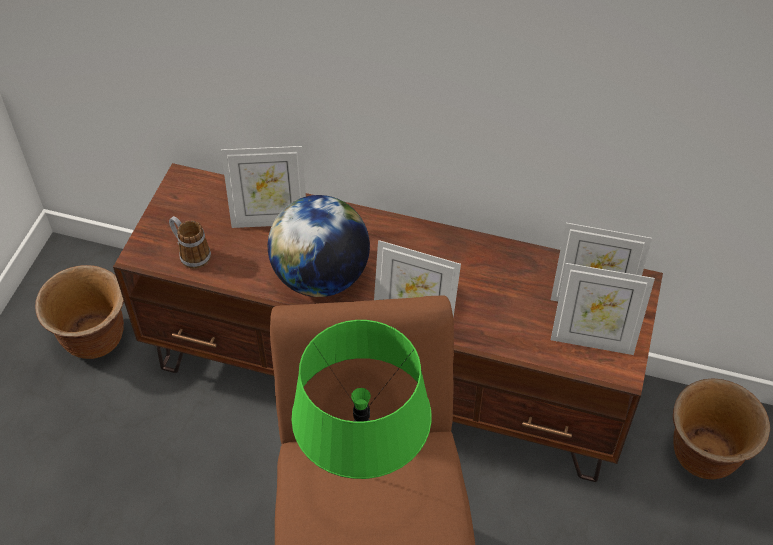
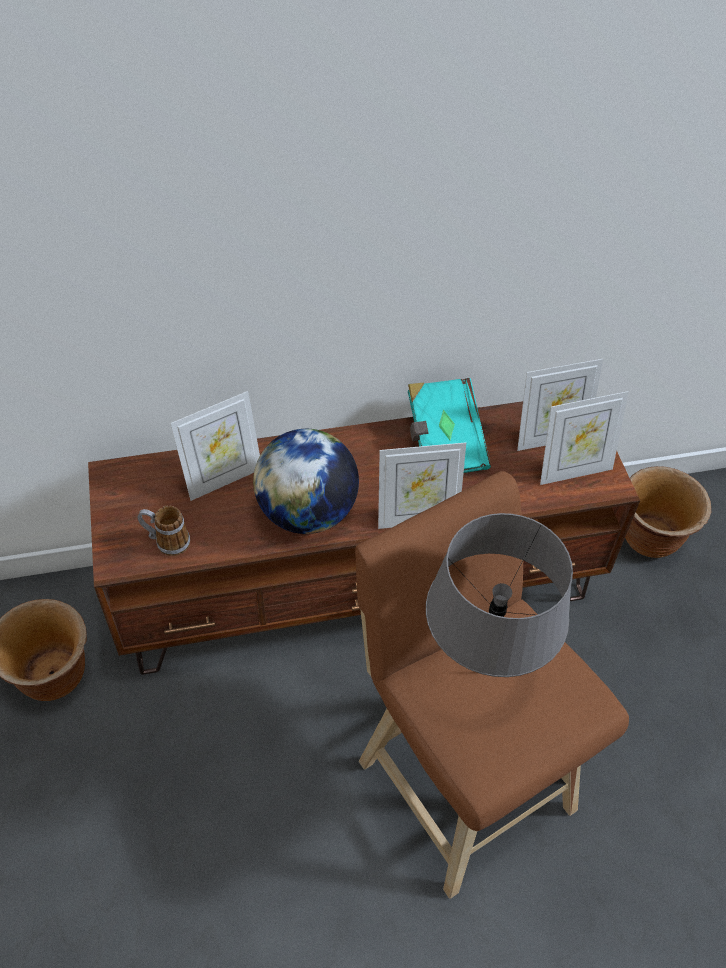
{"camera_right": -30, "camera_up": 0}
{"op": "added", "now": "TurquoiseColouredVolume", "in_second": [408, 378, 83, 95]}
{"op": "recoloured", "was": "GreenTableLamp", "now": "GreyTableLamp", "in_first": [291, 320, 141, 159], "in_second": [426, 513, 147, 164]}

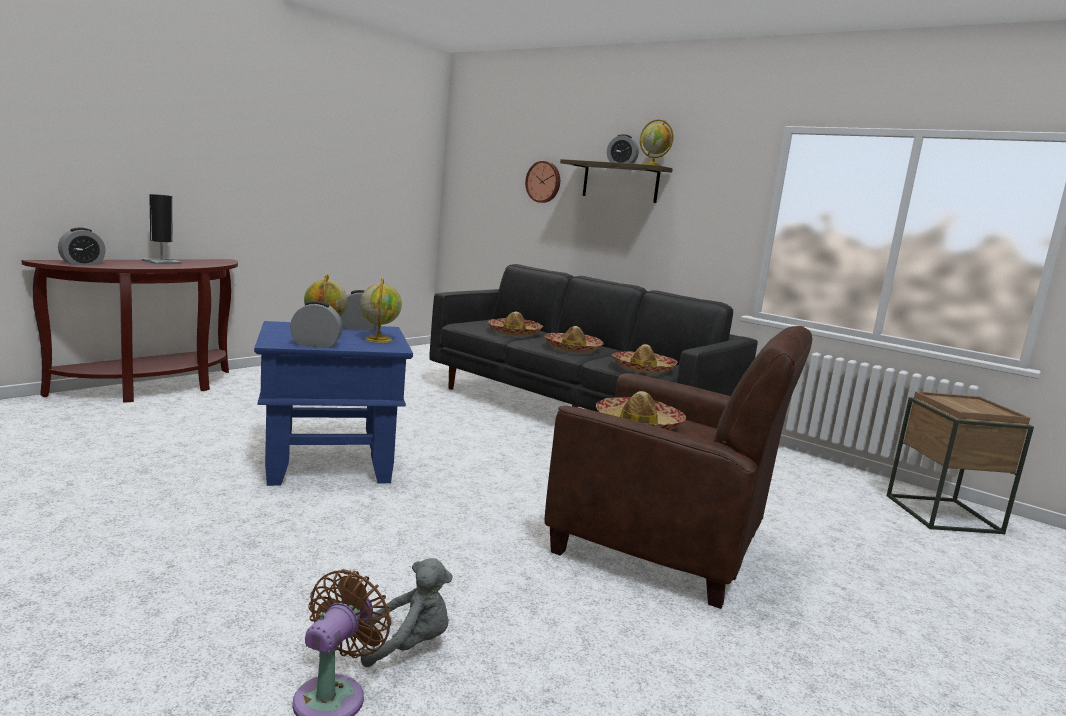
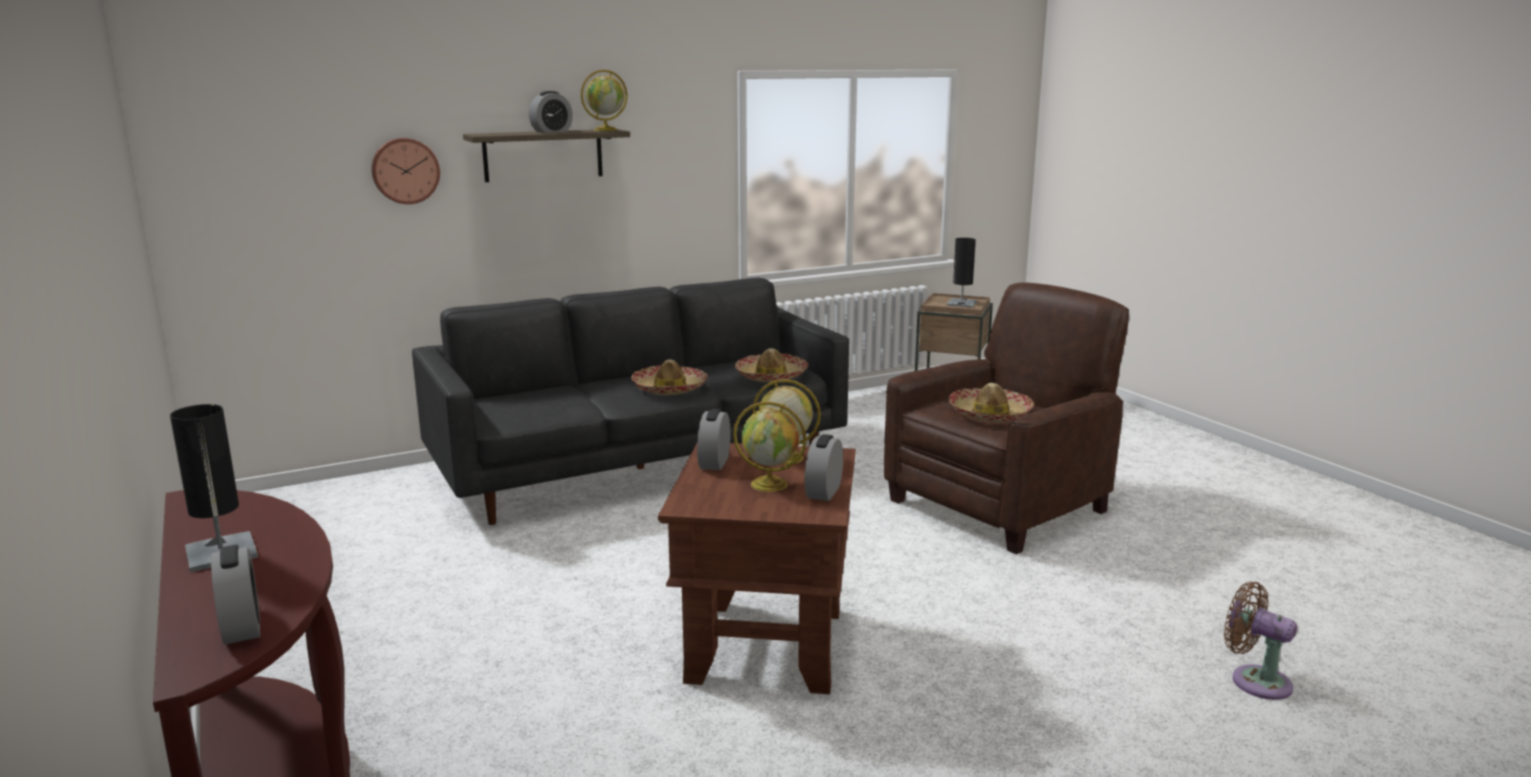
{"camera_right": -65, "camera_up": 5}
{"op": "recoloured", "was": "BluishAccentTable", "now": "BrownishAccentTable", "in_first": [254, 321, 159, 165], "in_second": [658, 443, 198, 251]}
{"op": "added", "now": "BlackTableLamp", "in_second": [946, 238, 31, 70]}
{"op": "removed", "was": "GreySoftToy", "in_first": [361, 558, 91, 109]}
{"op": "removed", "was": "Hat", "in_first": [488, 312, 55, 24]}

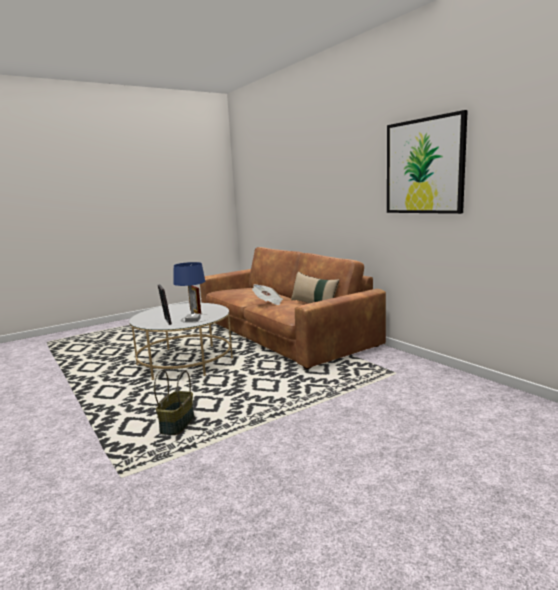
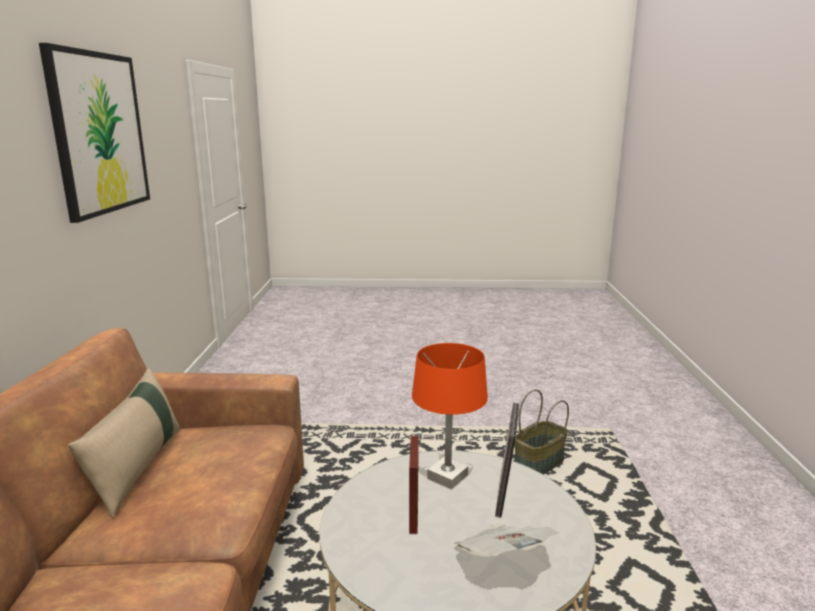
{"camera_right": -145, "camera_up": 5}
{"op": "recoloured", "was": "BluishTableLamp", "now": "OrangeColouredTableLamp", "in_first": [173, 262, 32, 60], "in_second": [412, 343, 76, 146]}
{"op": "moved", "was": "PrintedPaper", "in_first": [252, 284, 31, 21], "in_second": [455, 524, 105, 33]}

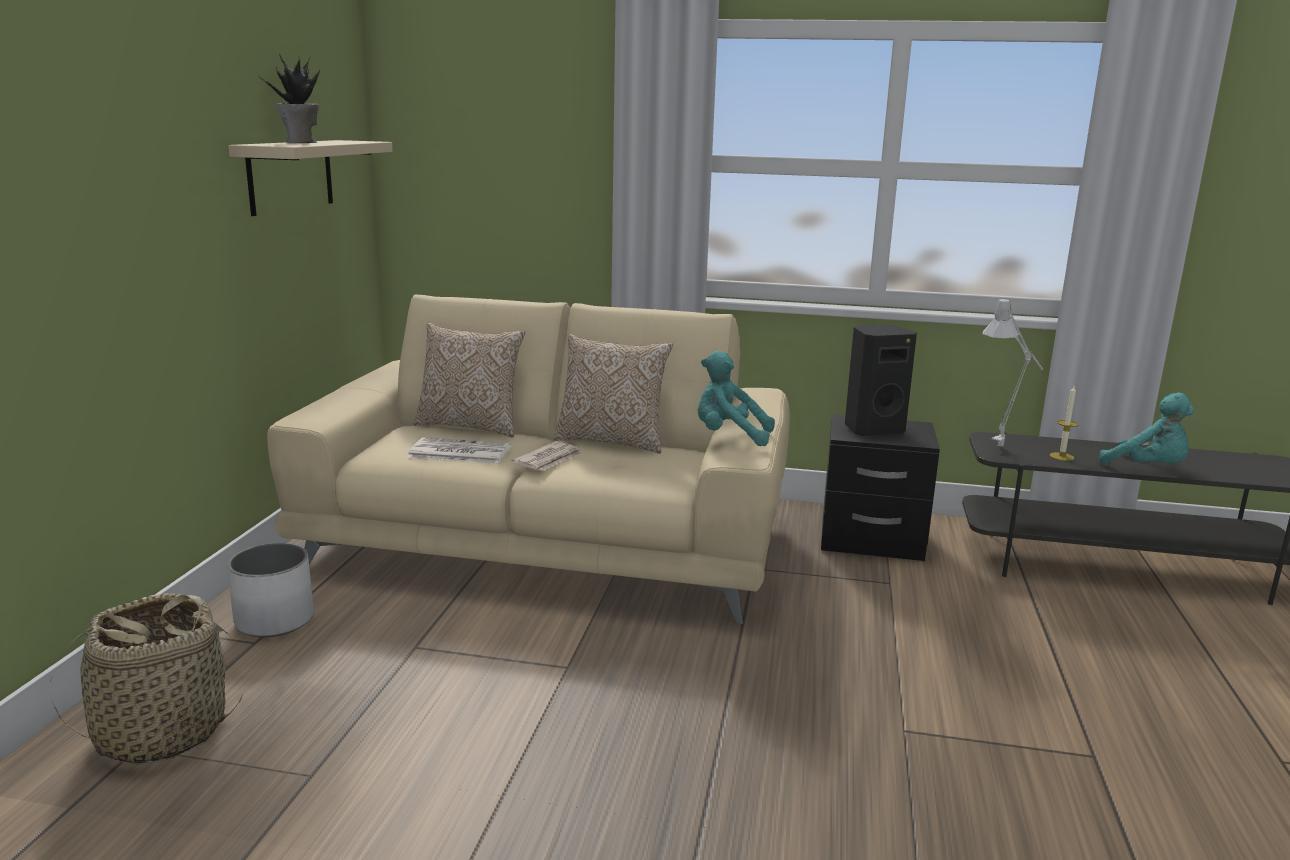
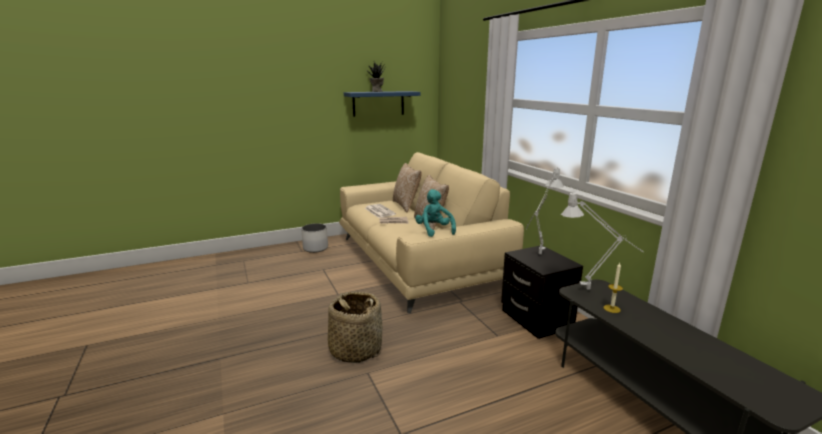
{"camera_right": 55, "camera_up": 0}
{"op": "moved", "was": "StorageBasket", "in_first": [50, 593, 194, 172], "in_second": [328, 291, 54, 72]}
{"op": "recoloured", "was": "BeigeColouredWallShelf", "now": "BluishWallShelf", "in_first": [228, 140, 165, 76], "in_second": [344, 91, 77, 26]}
{"op": "replaced", "was": "BlackSpeaker", "now": "GreyTableLamp", "in_first": [845, 324, 72, 112], "in_second": [526, 168, 38, 86]}
{"op": "removed", "was": "TurquoiseColouredSoftToy", "in_first": [1099, 393, 95, 72]}

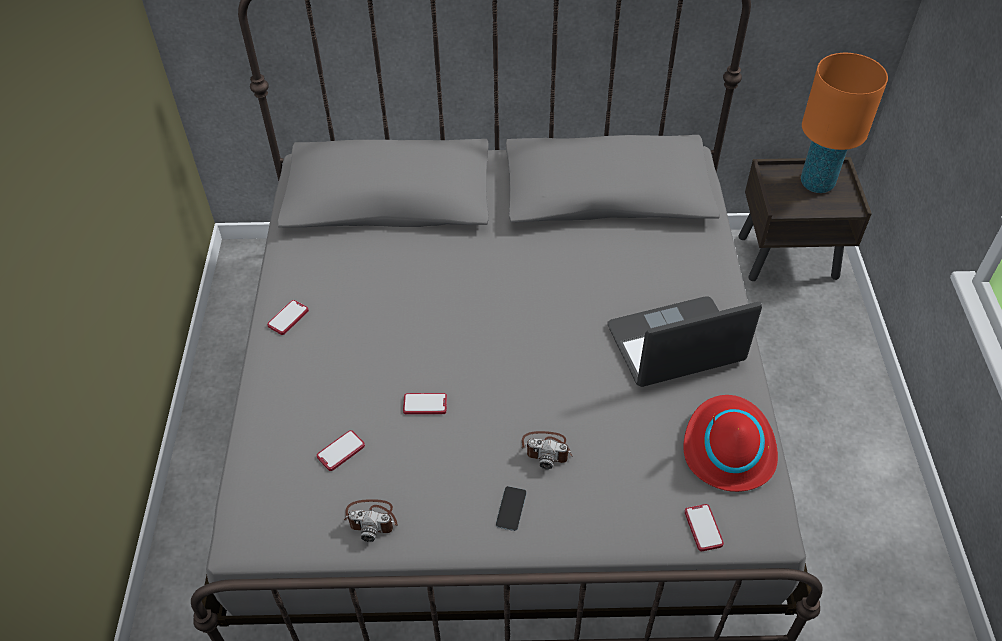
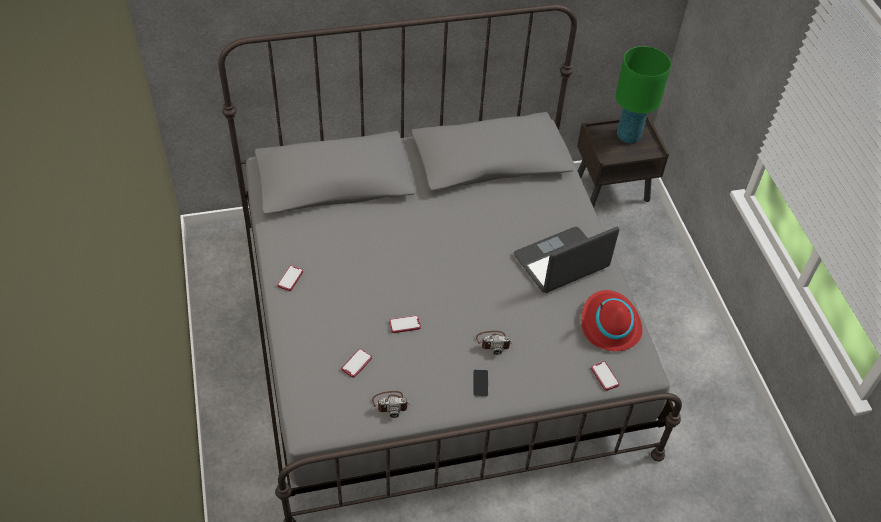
{"camera_right": -15, "camera_up": 0}
{"op": "recoloured", "was": "OrangeColouredTableLamp", "now": "GreenTableLamp", "in_first": [801, 53, 87, 140], "in_second": [615, 46, 56, 97]}

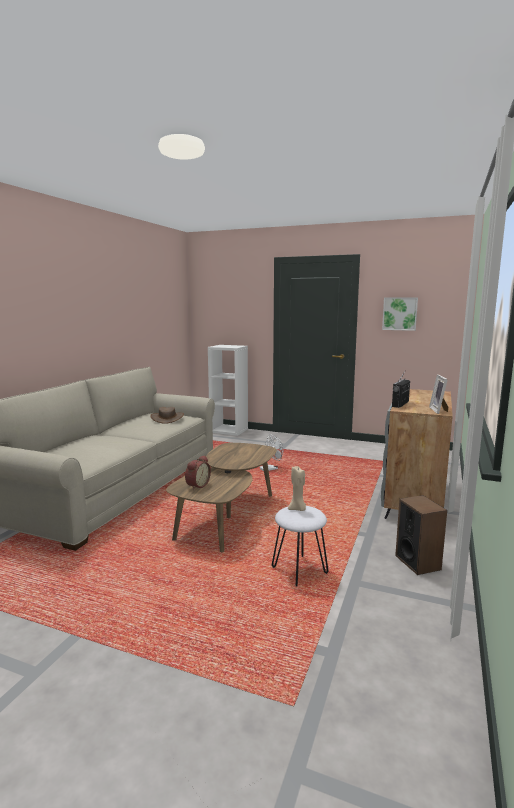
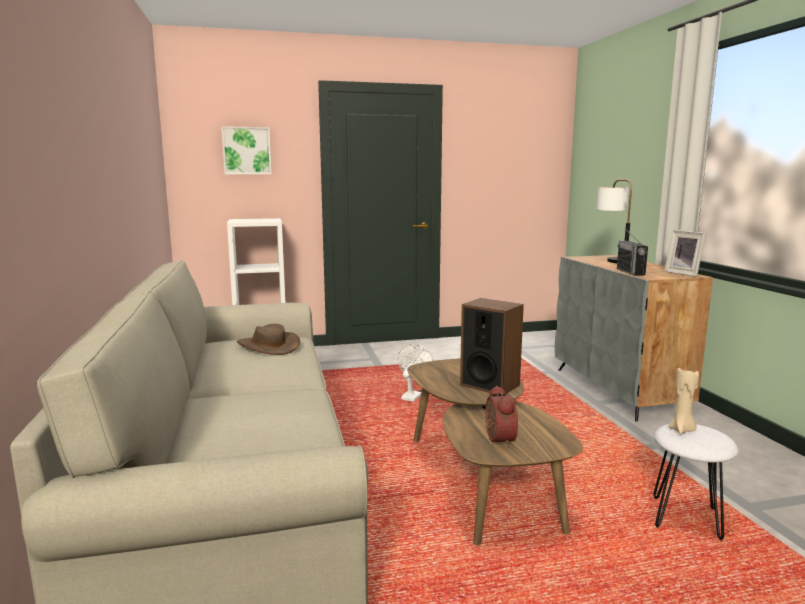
{"camera_right": -35, "camera_up": 0}
{"op": "moved", "was": "Picture", "in_first": [382, 297, 36, 34], "in_second": [221, 126, 51, 48]}
{"op": "moved", "was": "Speaker", "in_first": [395, 495, 52, 80], "in_second": [460, 298, 64, 96]}
{"op": "added", "now": "TableLamp", "in_second": [596, 179, 36, 84]}

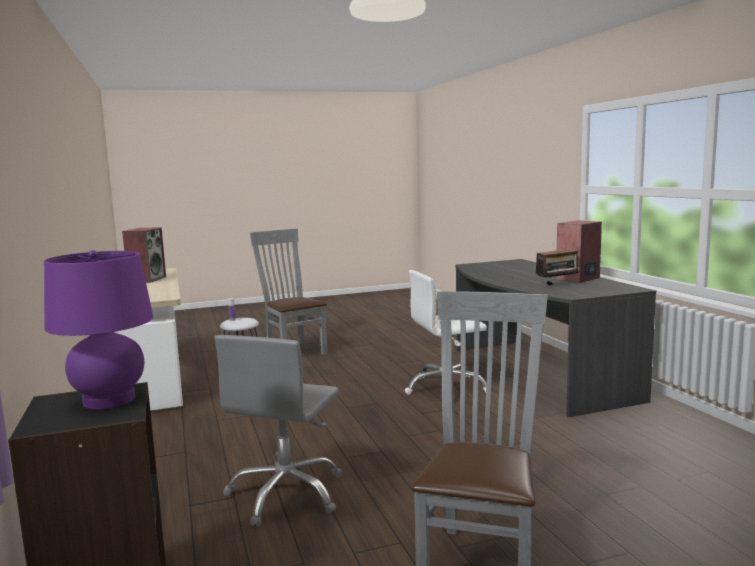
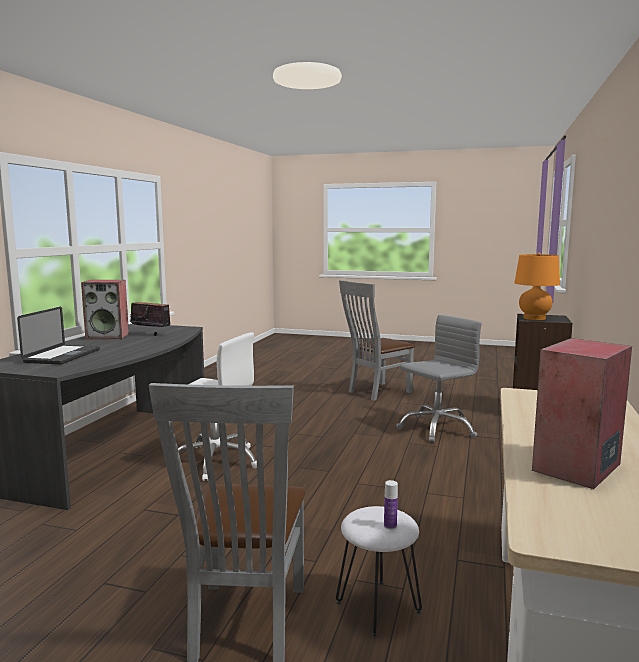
{"camera_right": -145, "camera_up": 0}
{"op": "added", "now": "PortableComputer", "in_second": [17, 307, 83, 58]}
{"op": "recoloured", "was": "PurpleColouredTableLamp", "now": "OrangeColouredTableLamp", "in_first": [44, 250, 109, 159], "in_second": [514, 252, 46, 68]}

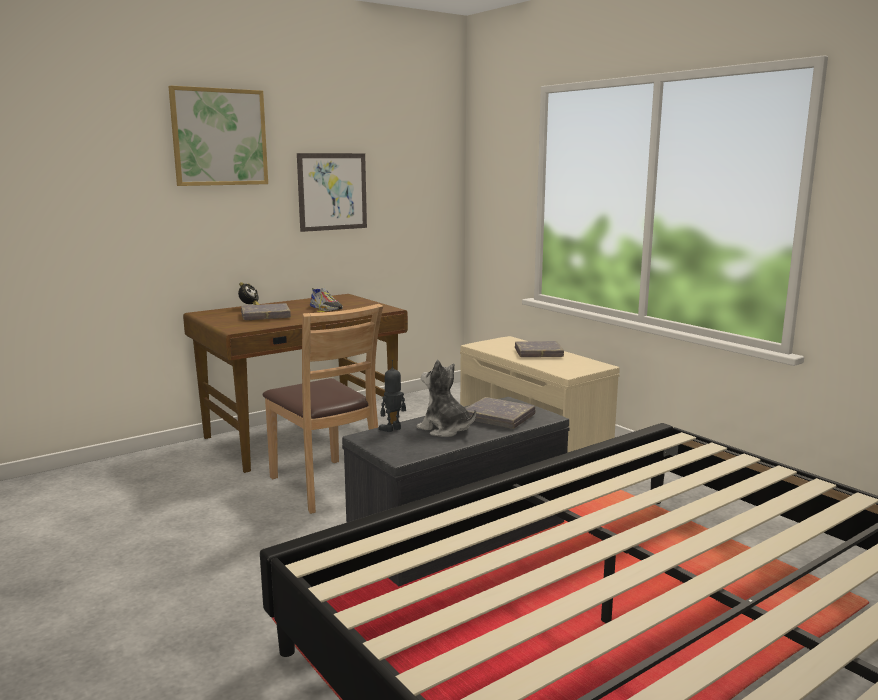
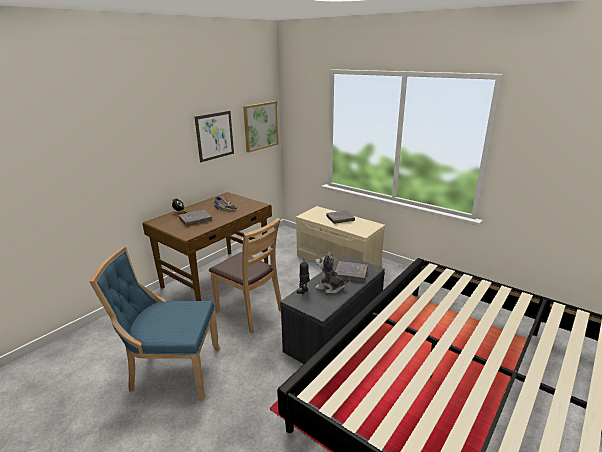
{"camera_right": -15, "camera_up": 10}
{"op": "added", "now": "BluishChair", "in_second": [89, 247, 131, 153]}
{"op": "moved", "was": "Picture", "in_first": [168, 86, 100, 100], "in_second": [243, 101, 35, 52]}

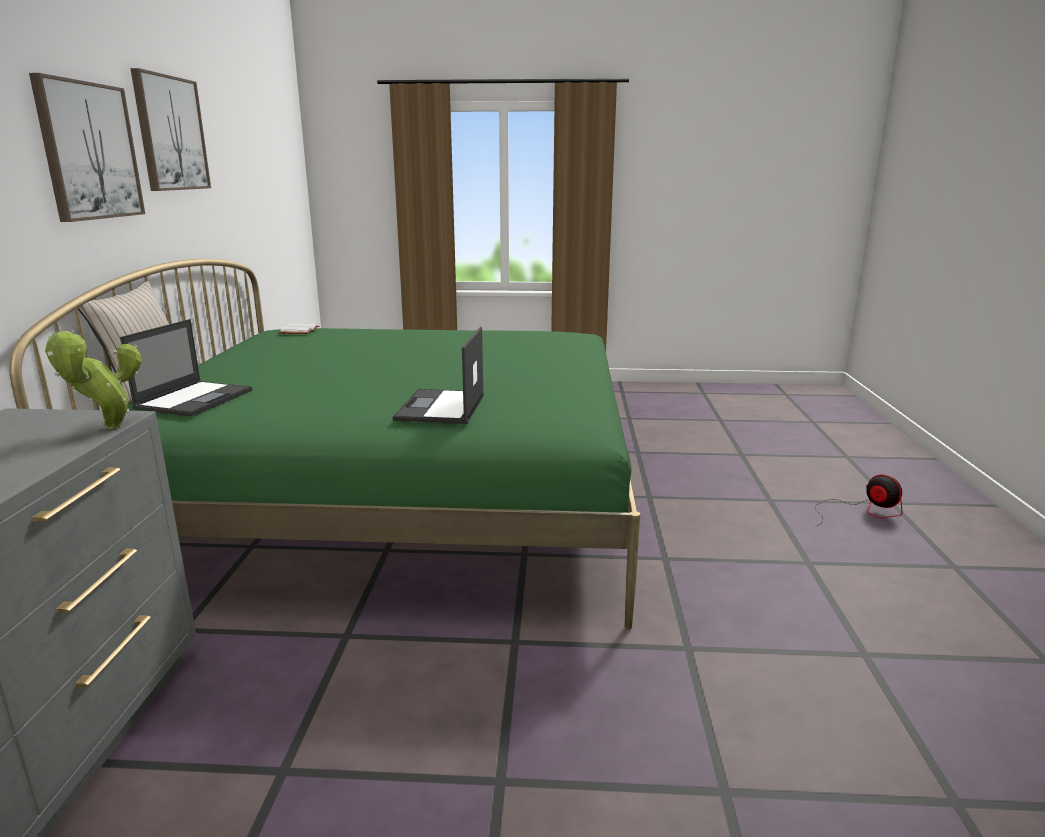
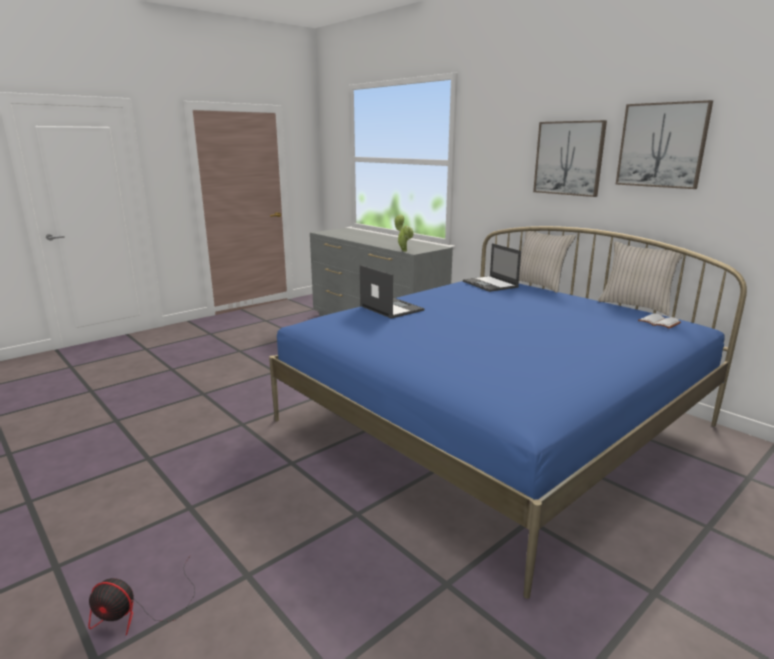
{"camera_right": 135, "camera_up": 0}
{"op": "recoloured", "was": "GreenBedroomBed", "now": "BluishBedroomBed", "in_first": [9, 259, 631, 370], "in_second": [269, 226, 478, 373]}
{"op": "added", "now": "BeigeColouredPillow", "in_second": [598, 241, 88, 74]}

